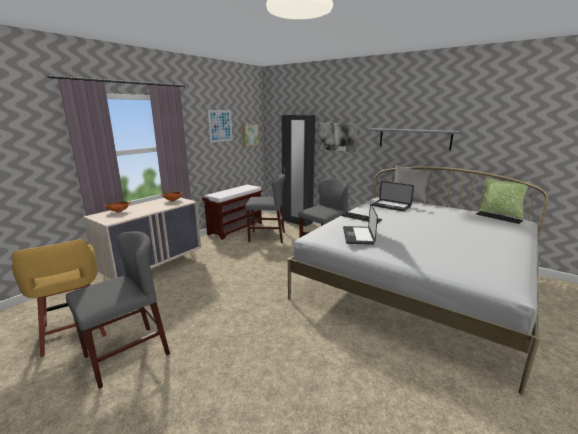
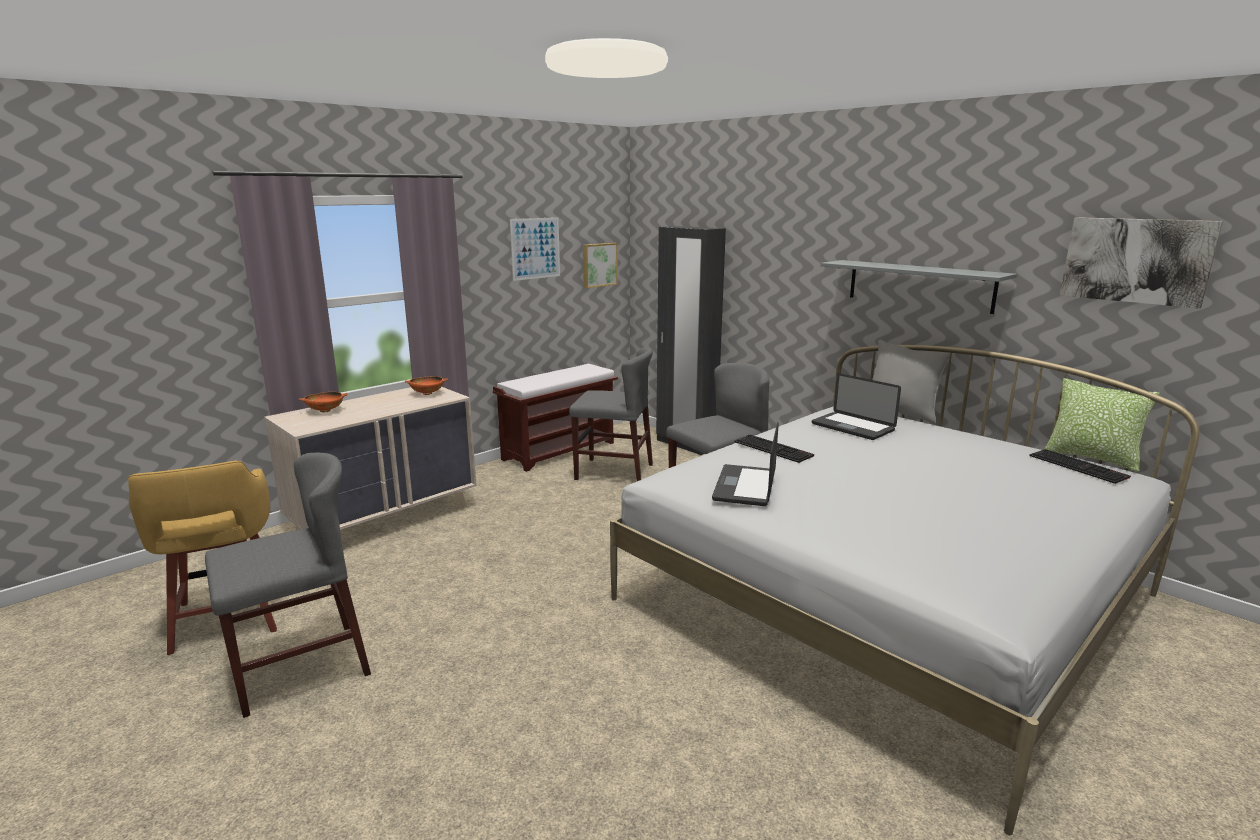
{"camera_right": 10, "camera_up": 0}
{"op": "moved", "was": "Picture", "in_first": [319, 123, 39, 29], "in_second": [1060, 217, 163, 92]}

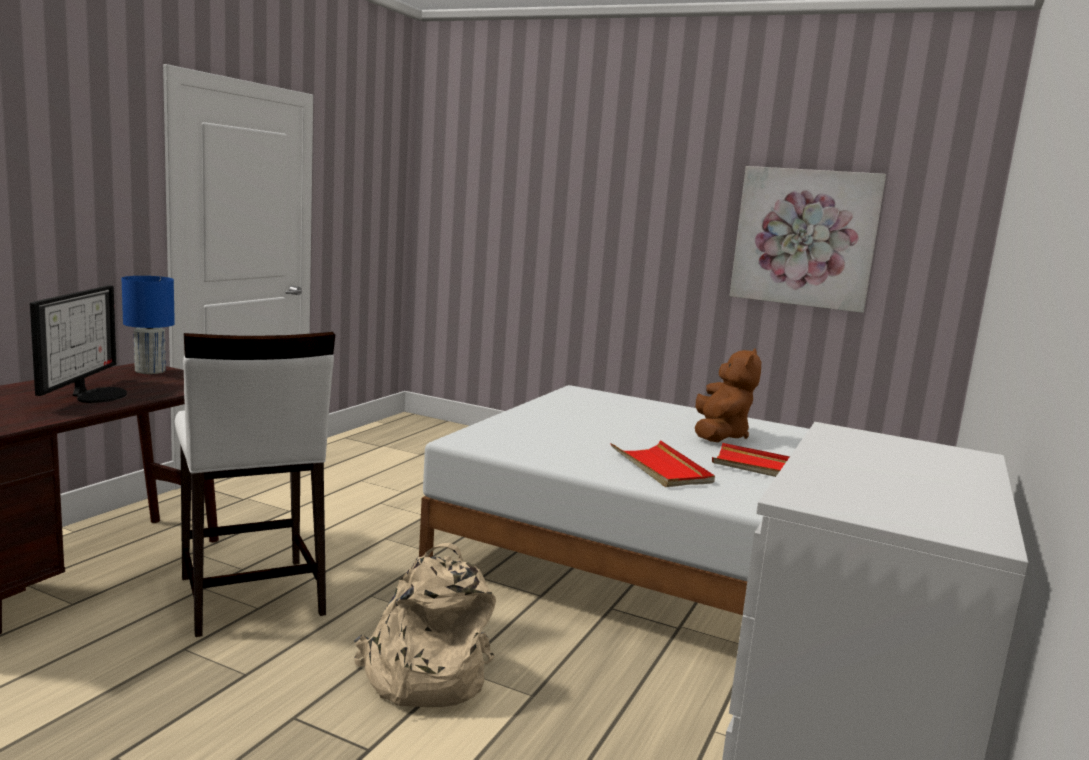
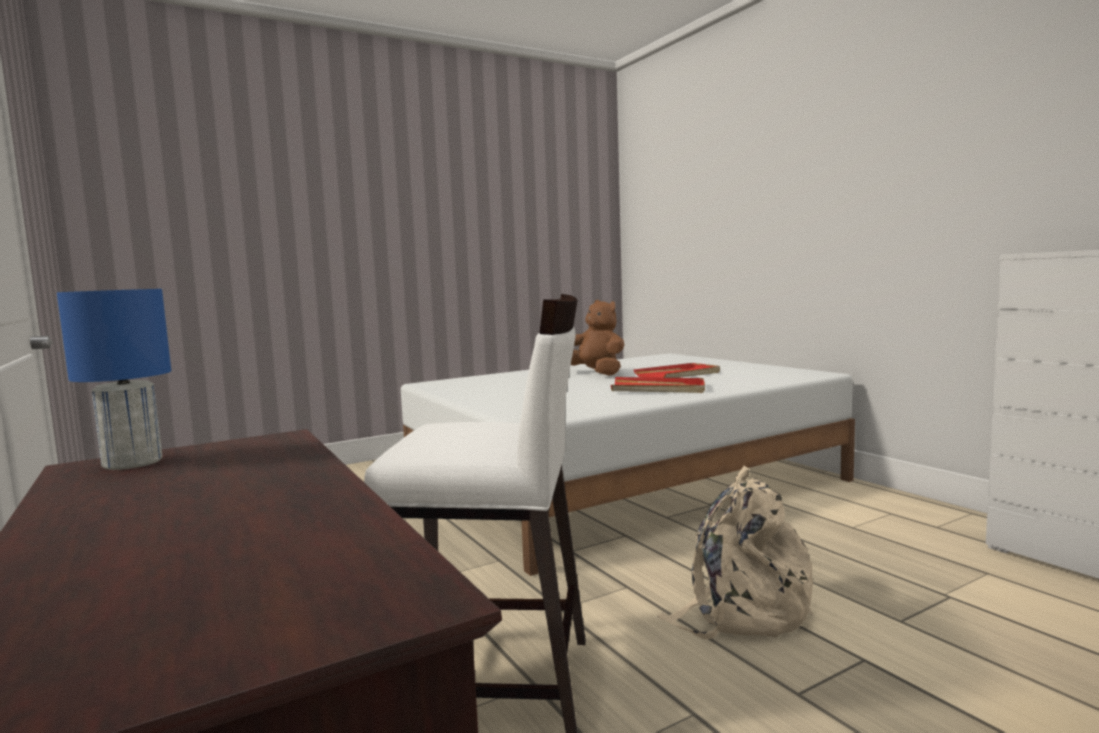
{"camera_right": -55, "camera_up": -5}
{"op": "removed", "was": "Monitor", "in_first": [30, 285, 97, 118]}
{"op": "removed", "was": "Picture", "in_first": [730, 166, 156, 147]}

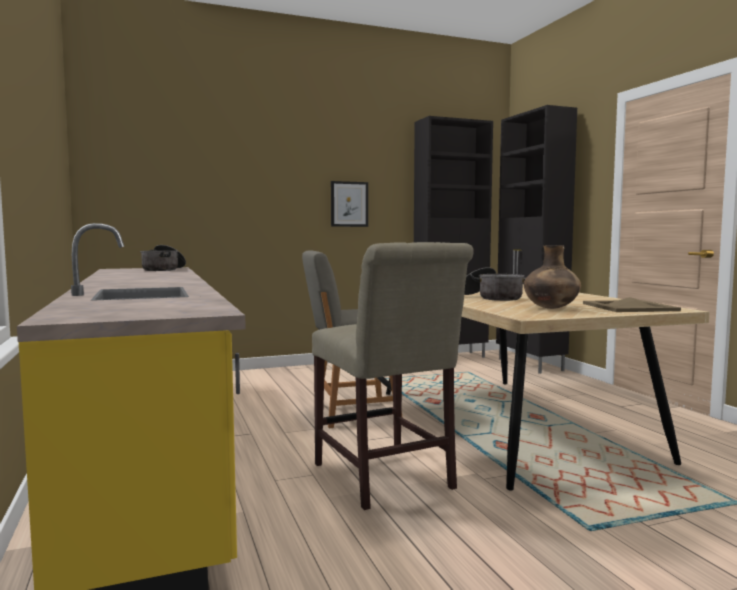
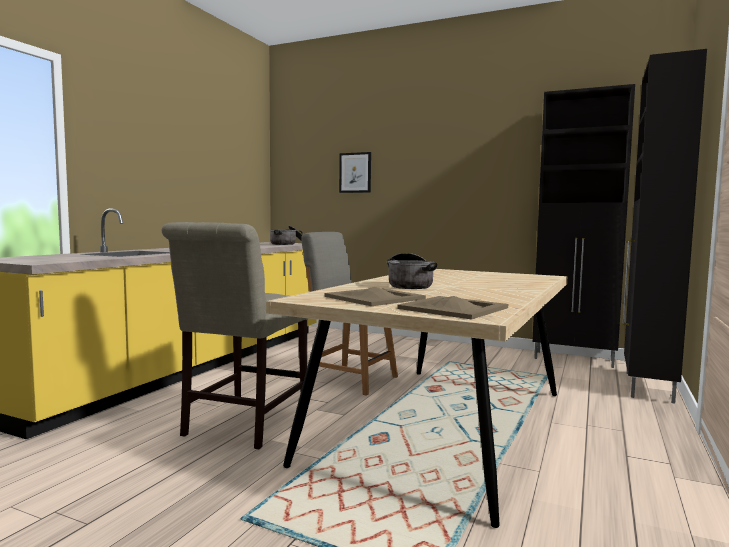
{"camera_right": 45, "camera_up": 0}
{"op": "replaced", "was": "BrownishDecorativeVase", "now": "BeigeColouredServingTray", "in_first": [524, 245, 57, 64], "in_second": [325, 287, 101, 19]}
{"op": "moved", "was": "Picture", "in_first": [331, 181, 37, 46], "in_second": [339, 152, 32, 41]}

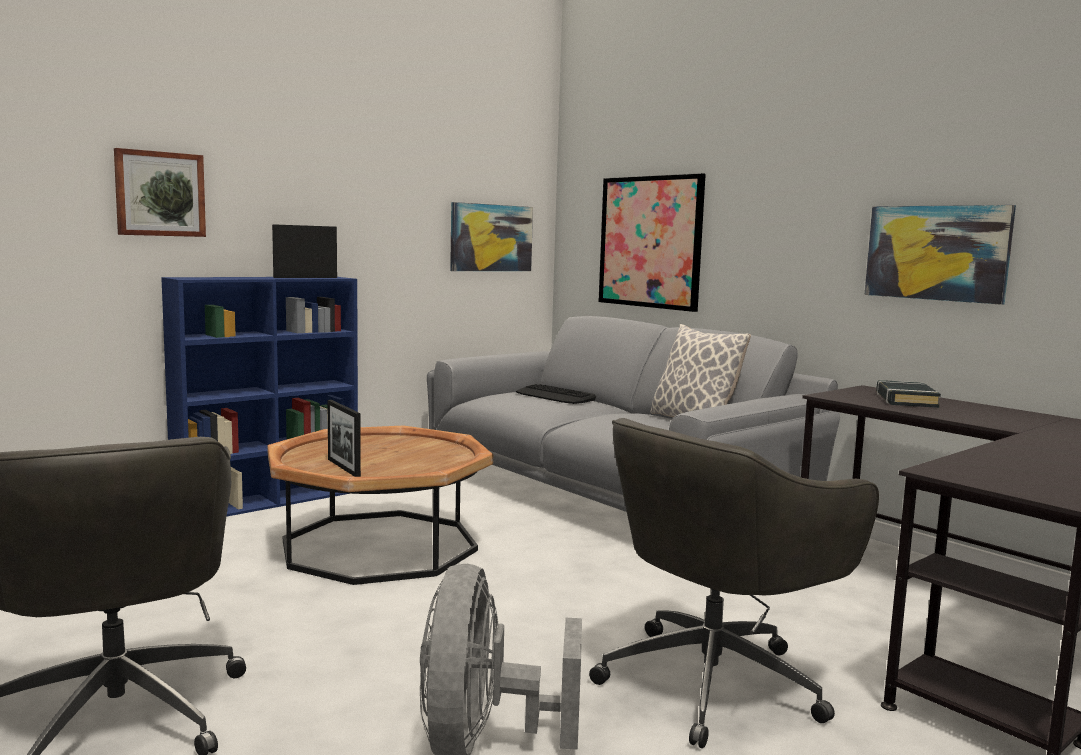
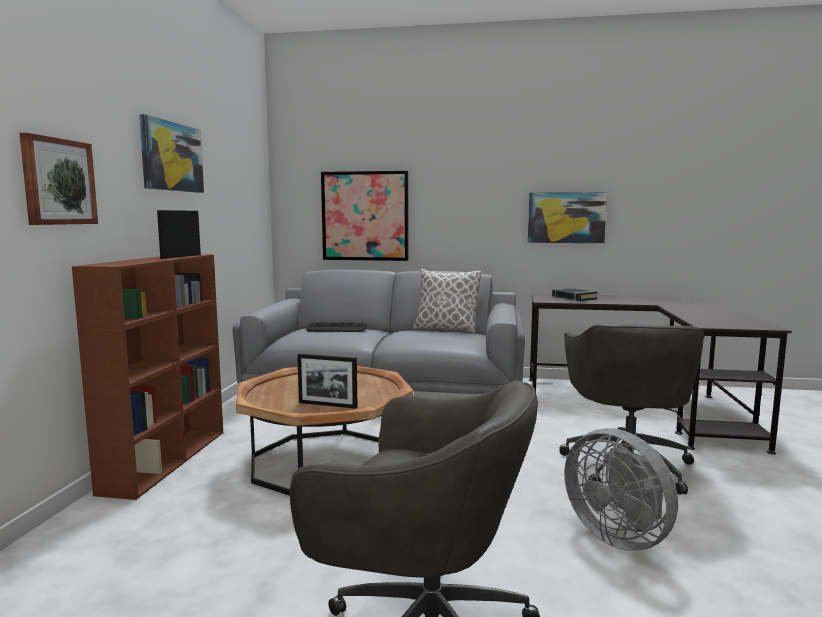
{"camera_right": -40, "camera_up": 0}
{"op": "recoloured", "was": "BluishBookshelf", "now": "BrownishBookshelf", "in_first": [161, 277, 197, 240], "in_second": [72, 254, 151, 246]}
{"op": "moved", "was": "Picture", "in_first": [450, 202, 83, 69], "in_second": [139, 114, 65, 79]}

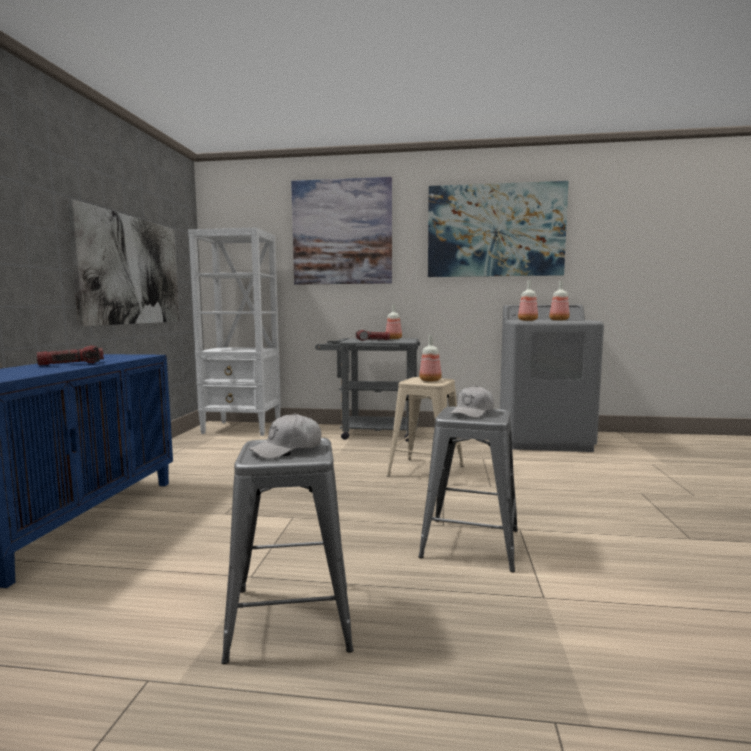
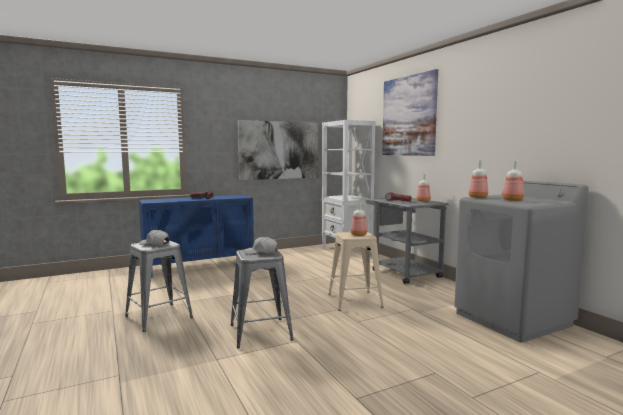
{"camera_right": 55, "camera_up": 0}
{"op": "removed", "was": "Picture", "in_first": [428, 181, 140, 96]}

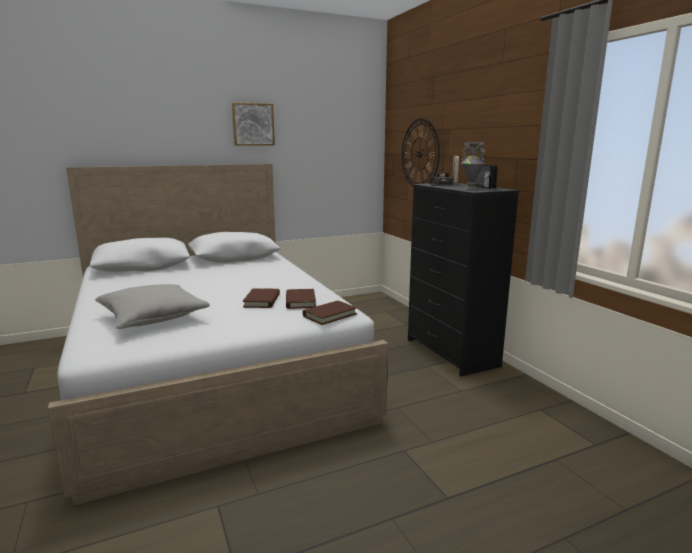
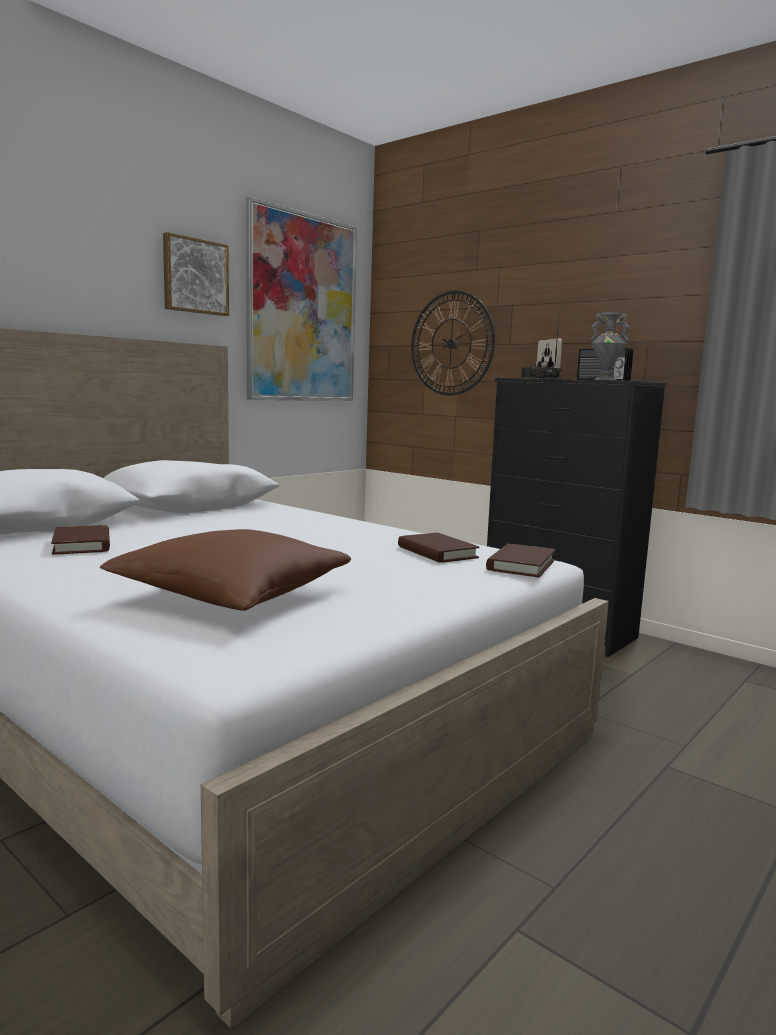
{"camera_right": -25, "camera_up": -5}
{"op": "moved", "was": "BrownishVolume", "in_first": [243, 288, 37, 20], "in_second": [51, 525, 59, 30]}
{"op": "recoloured", "was": "GreyPillow", "now": "BrownishPillow", "in_first": [95, 284, 115, 45], "in_second": [99, 529, 252, 82]}
{"op": "added", "now": "Picture", "in_second": [246, 197, 111, 204]}

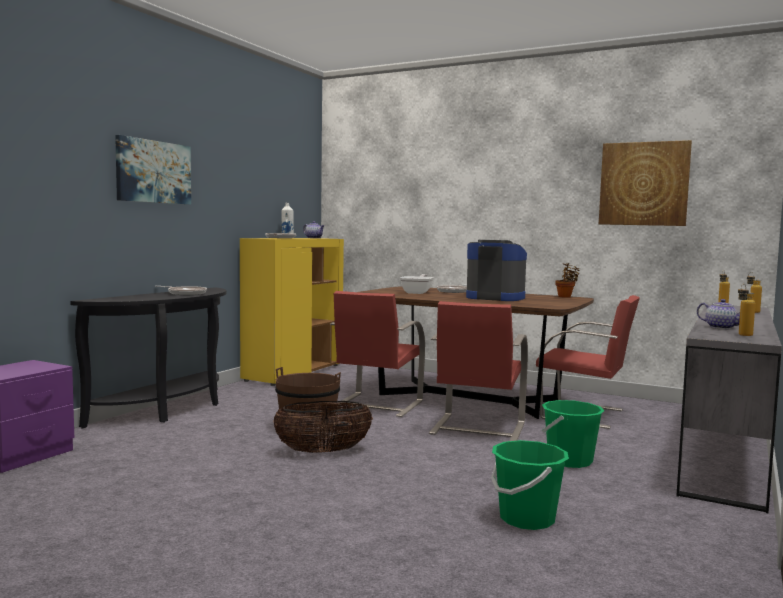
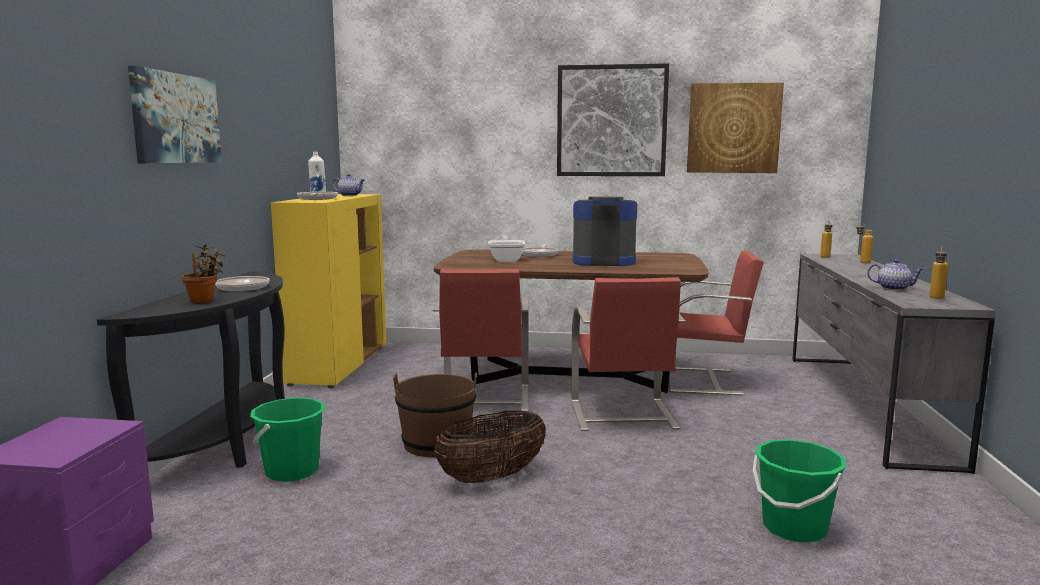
{"camera_right": -20, "camera_up": 5}
{"op": "moved", "was": "PottedPlant", "in_first": [555, 263, 25, 35], "in_second": [182, 244, 43, 59]}
{"op": "moved", "was": "GreenBucket", "in_first": [542, 400, 62, 68], "in_second": [250, 398, 75, 84]}
{"op": "added", "now": "Picture", "in_second": [557, 63, 112, 113]}

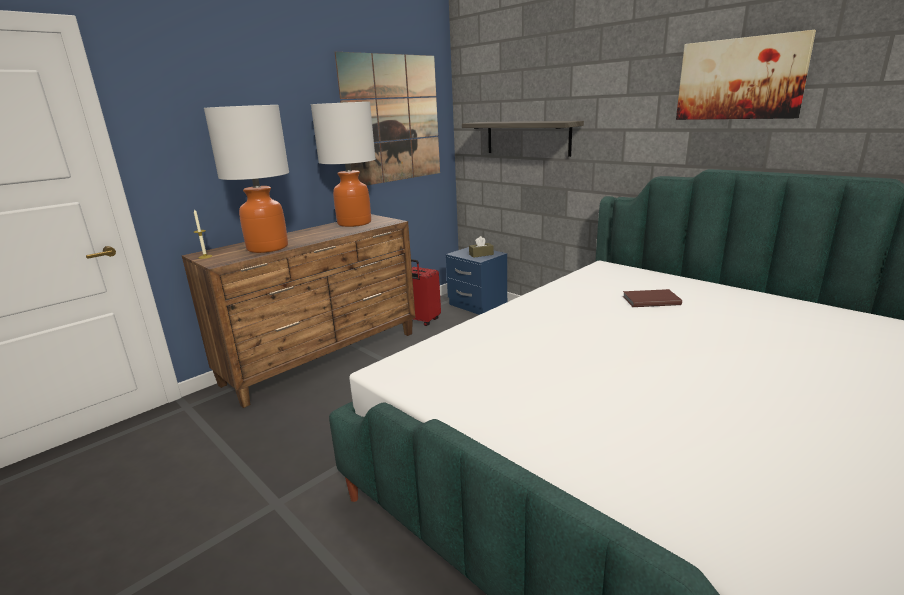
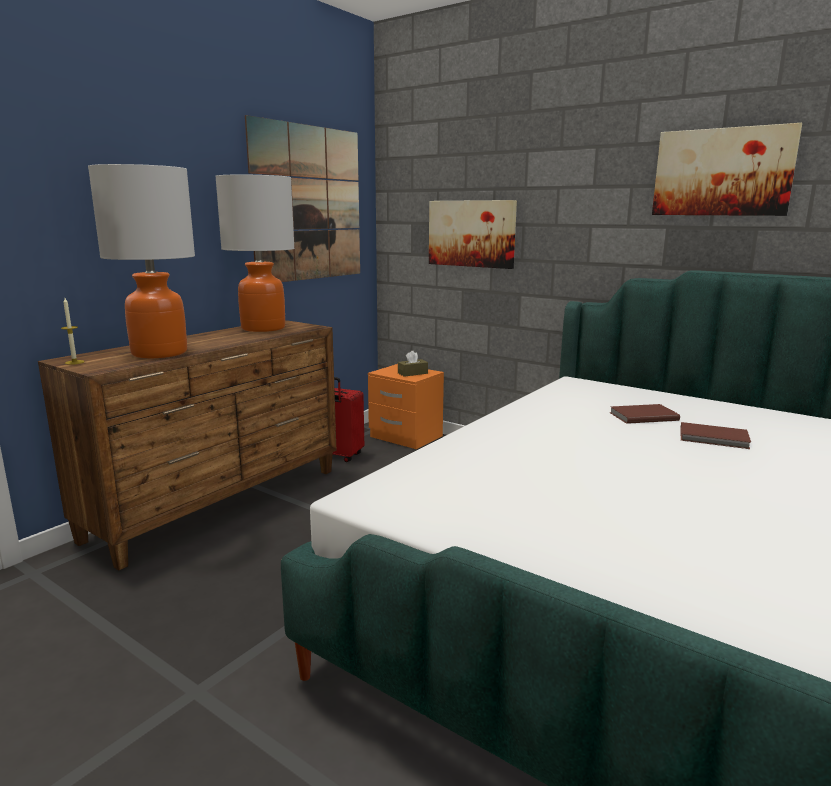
{"camera_right": -10, "camera_up": -5}
{"op": "recoloured", "was": "BluishBedsideTable", "now": "OrangeColouredBedsideTable", "in_first": [446, 247, 61, 68], "in_second": [368, 364, 76, 85]}
{"op": "replaced", "was": "WallShelf", "now": "Picture", "in_first": [462, 121, 122, 36], "in_second": [429, 200, 88, 69]}
{"op": "added", "now": "BrownishVolume", "in_second": [680, 422, 71, 27]}

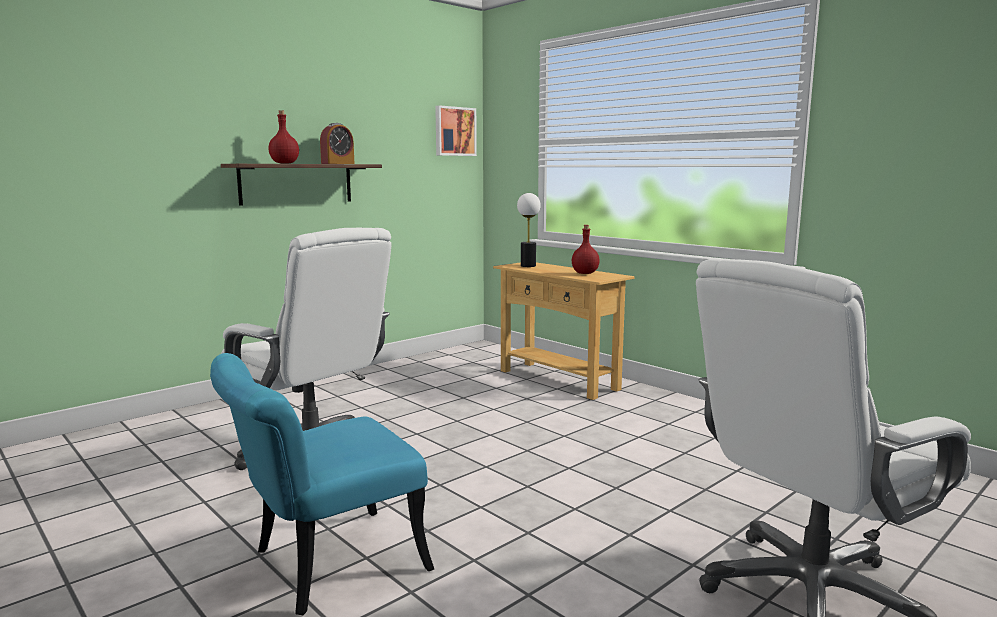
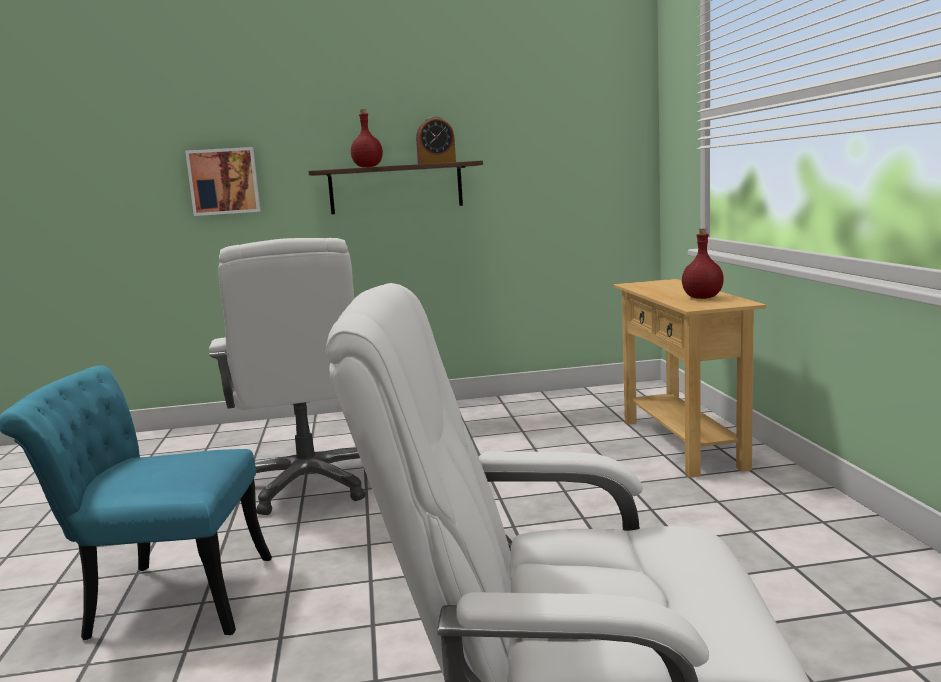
{"camera_right": 35, "camera_up": 0}
{"op": "moved", "was": "Picture", "in_first": [435, 105, 42, 51], "in_second": [185, 147, 76, 69]}
{"op": "removed", "was": "TableLamp", "in_first": [517, 193, 24, 74]}

